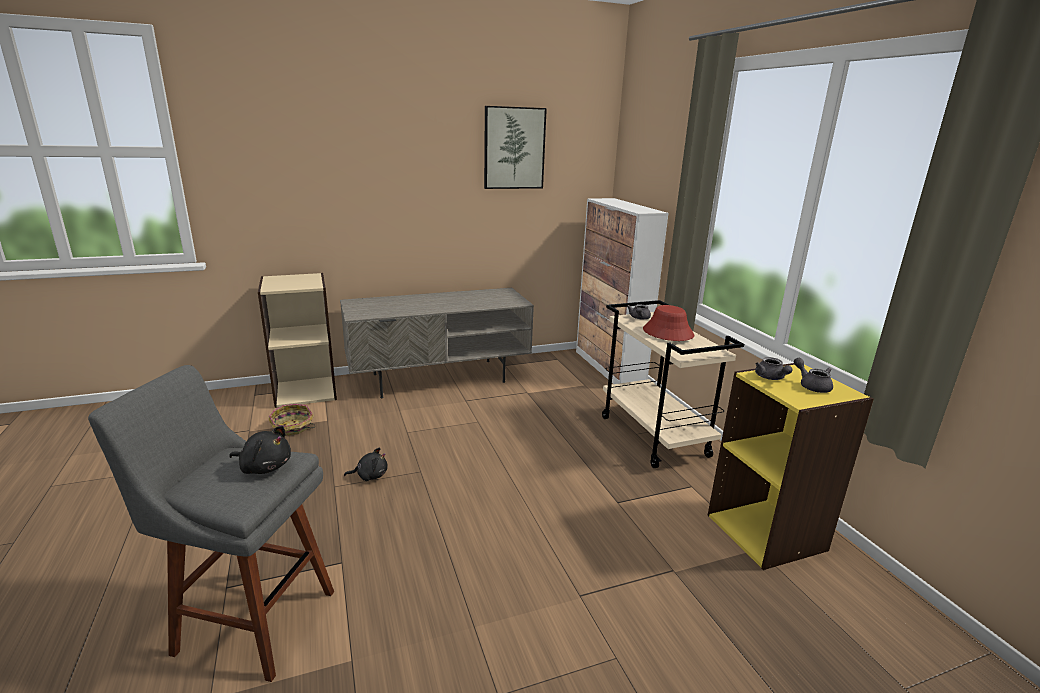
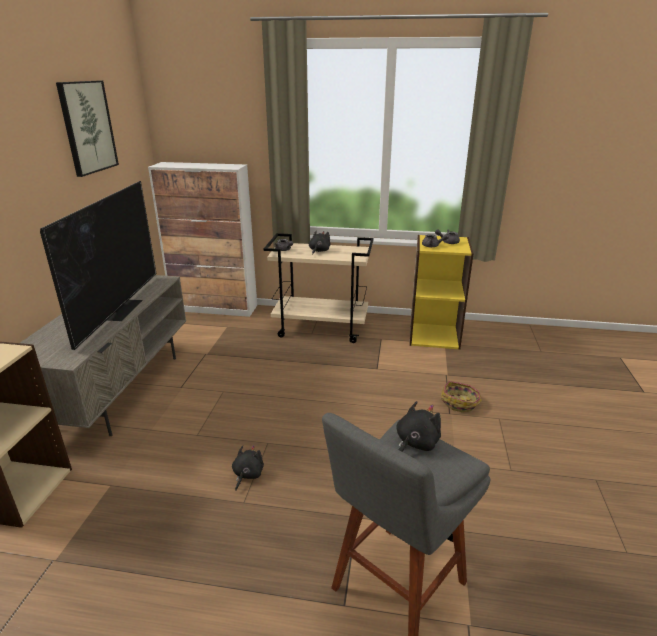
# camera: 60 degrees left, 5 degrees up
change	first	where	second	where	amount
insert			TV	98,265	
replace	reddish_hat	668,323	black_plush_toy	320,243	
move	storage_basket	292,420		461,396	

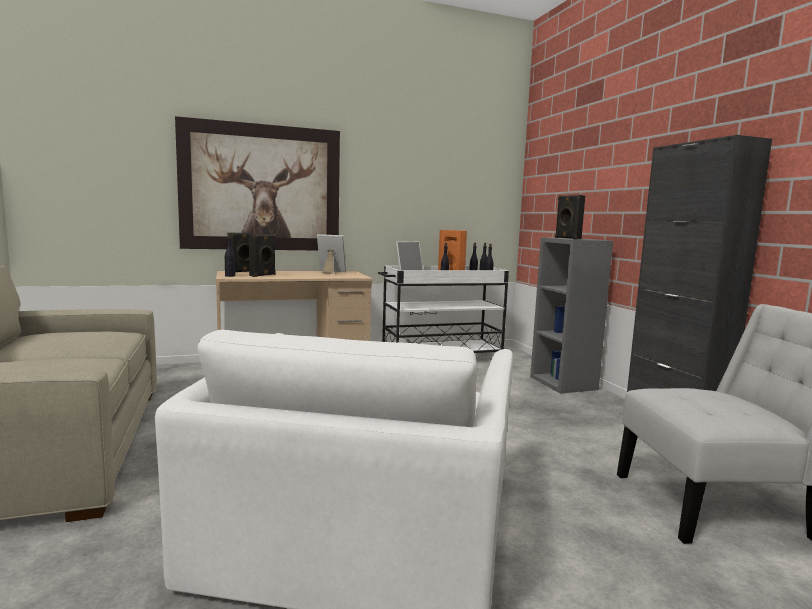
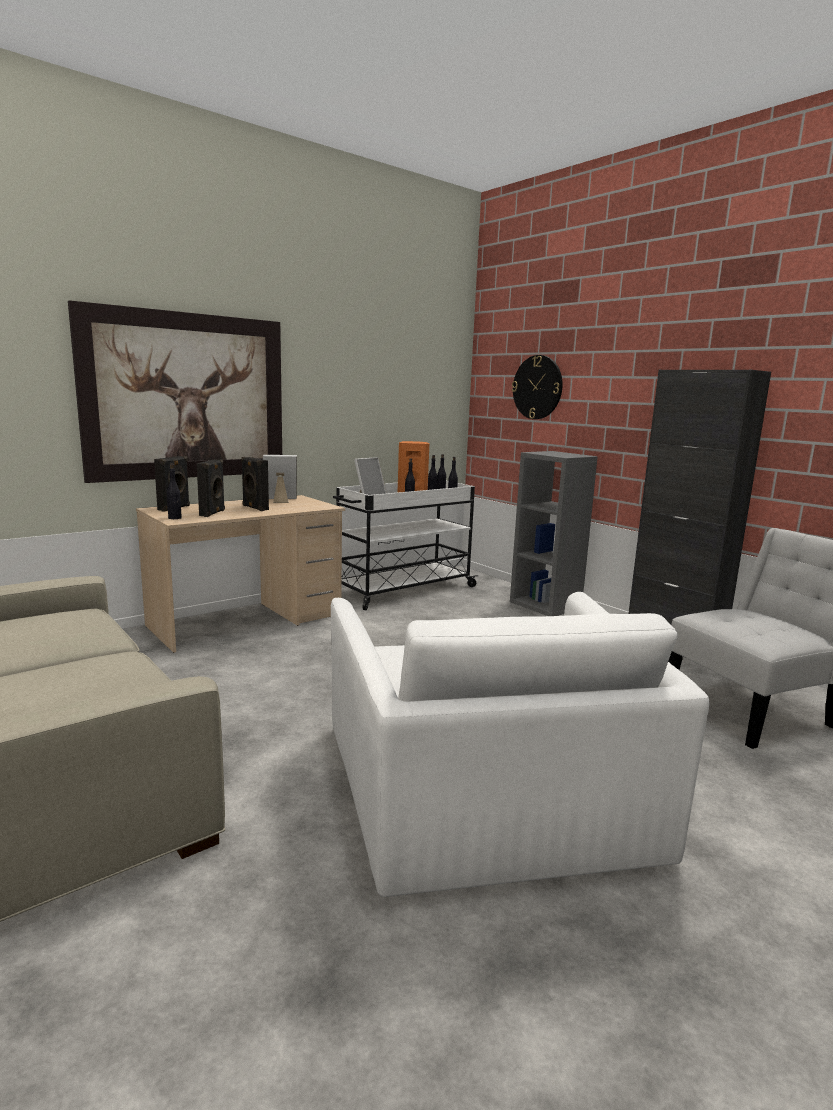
# camera: 20 degrees left, 5 degrees up
change	first	where	second	where	amount
move	black_speaker	570,217		255,484	
insert			hanging_clock	537,387	

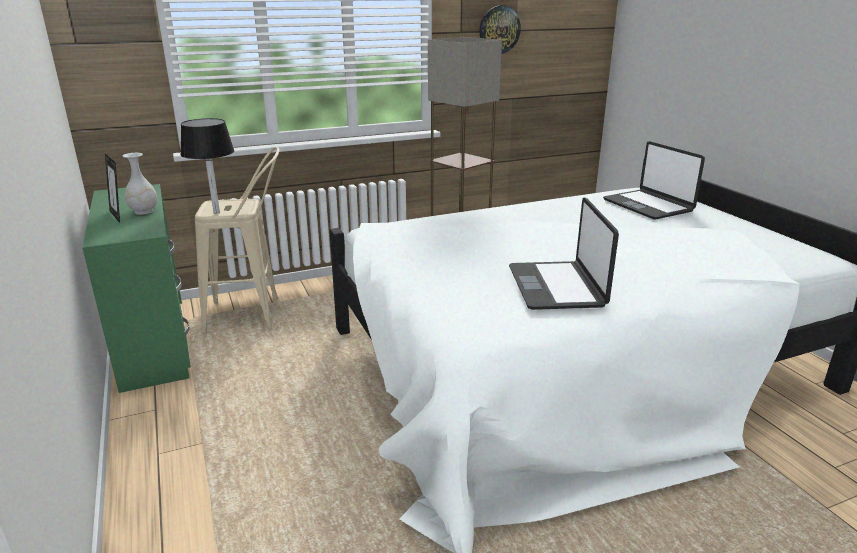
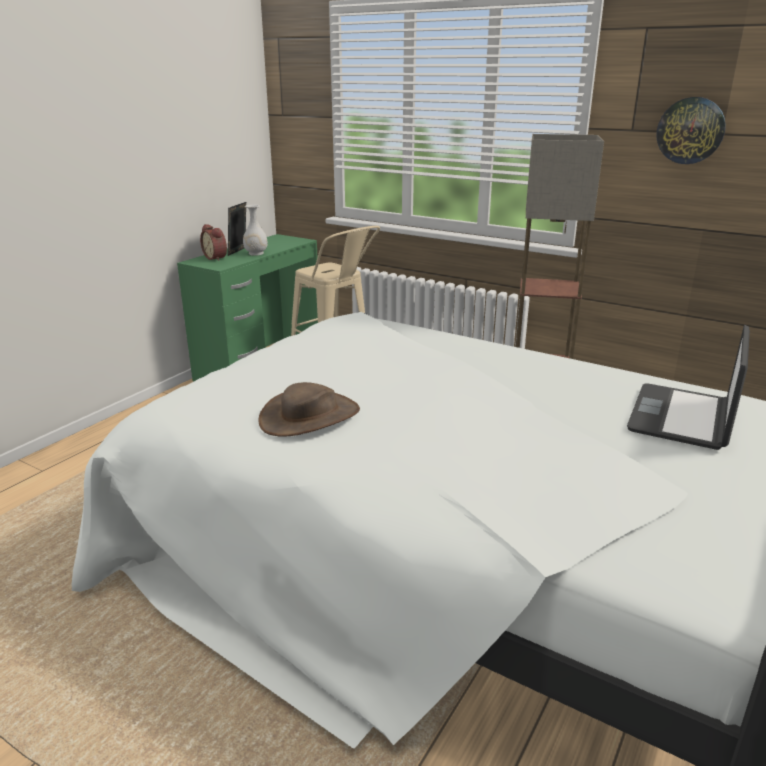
# camera: 55 degrees right, 0 degrees up
change	first	where	second	where	amount
insert			table_clock	213,242	
replace	notebook_computer	564,253	brownish_hat	309,409	
delete	black_lamp_for_a_table	207,166			

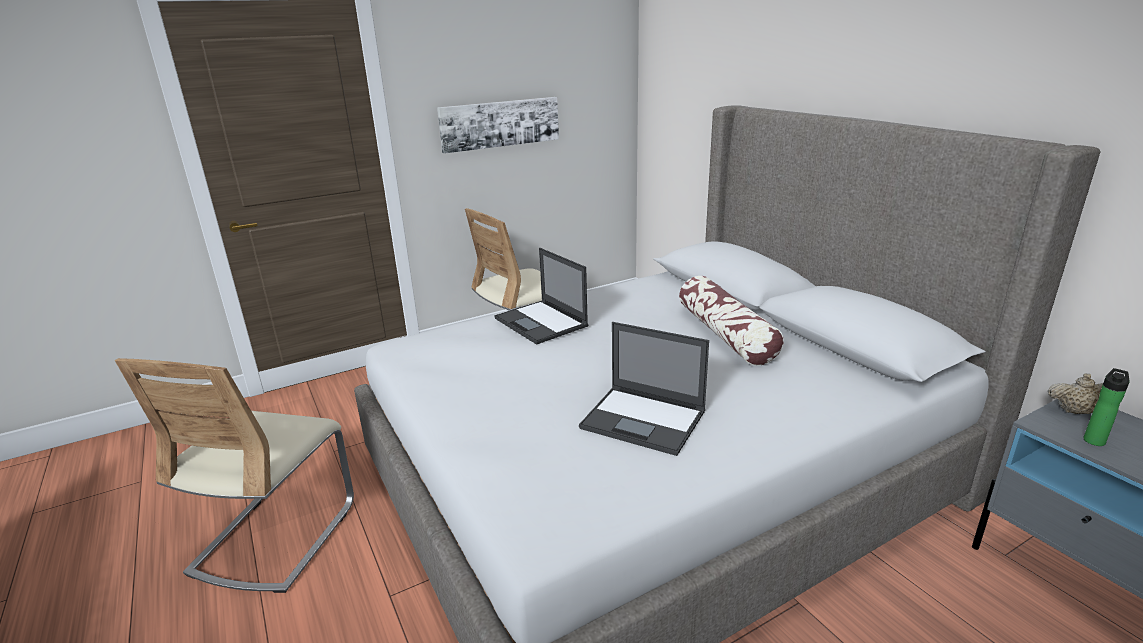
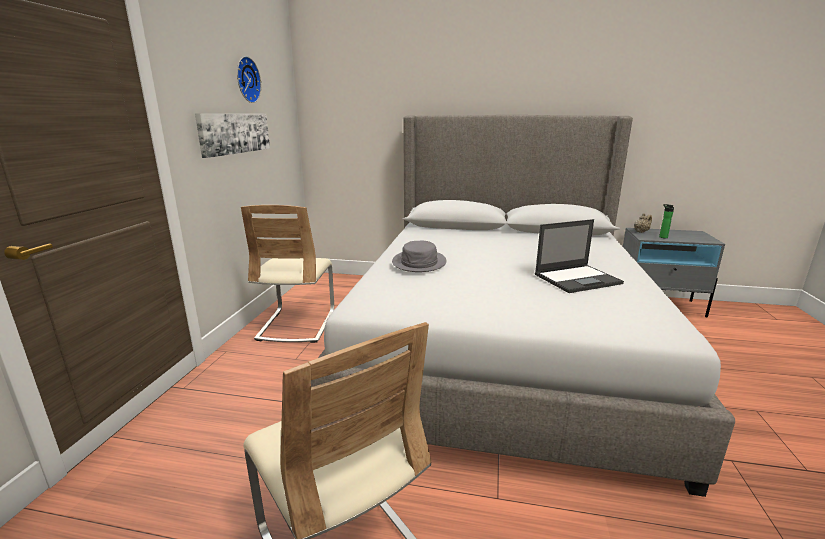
# camera: 50 degrees left, 5 degrees down
change	first	where	second	where	amount
insert			hanging_clock	249,79	
replace	notebook_computer	541,296	greyish_hat	419,256	
delete	pillow	731,321			

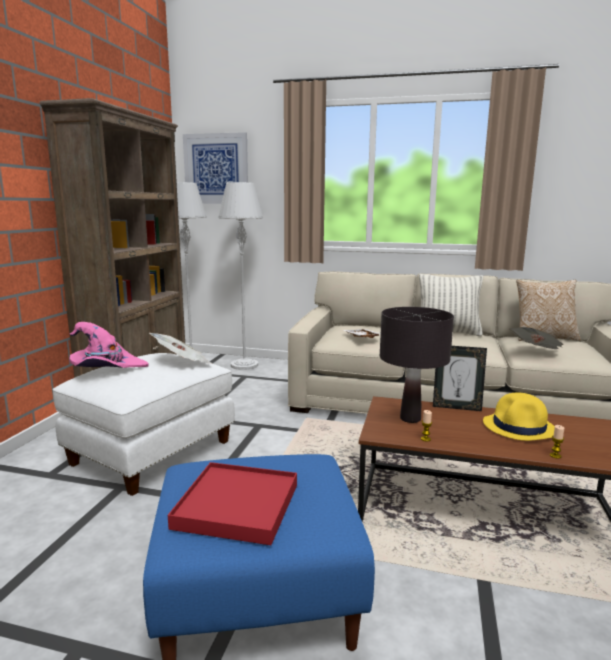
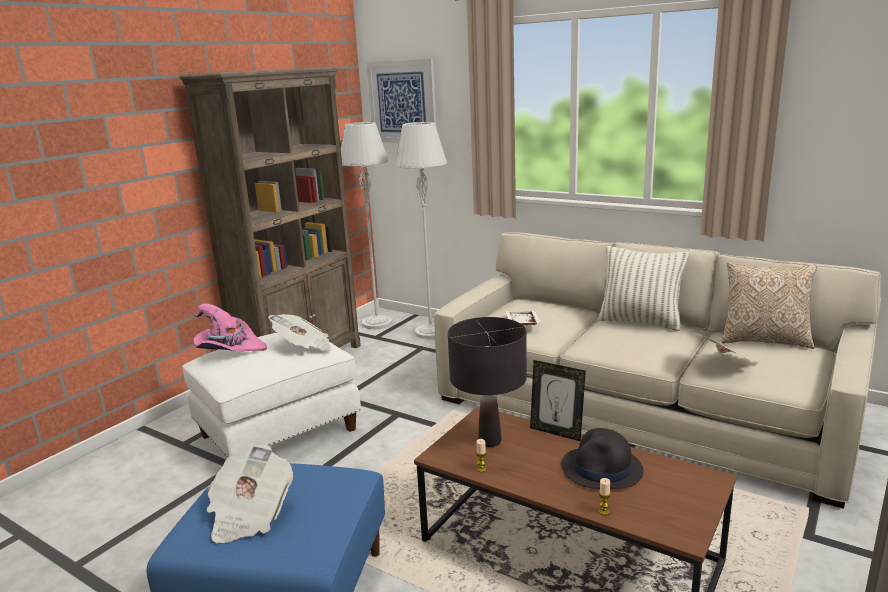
# camera: 20 degrees right, 5 degrees up
change	first	where	second	where	amount
replace	reddish_tray	232,503	printed_paper	250,494	
recolor	yellowish_hat	519,417	black_hat	602,458	

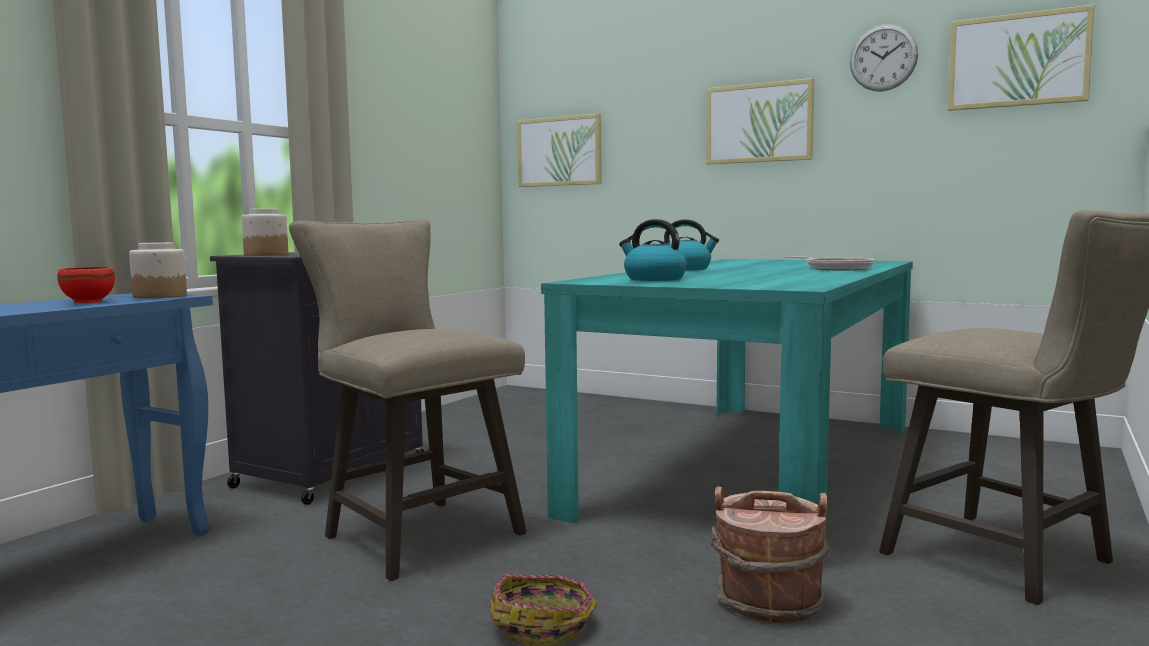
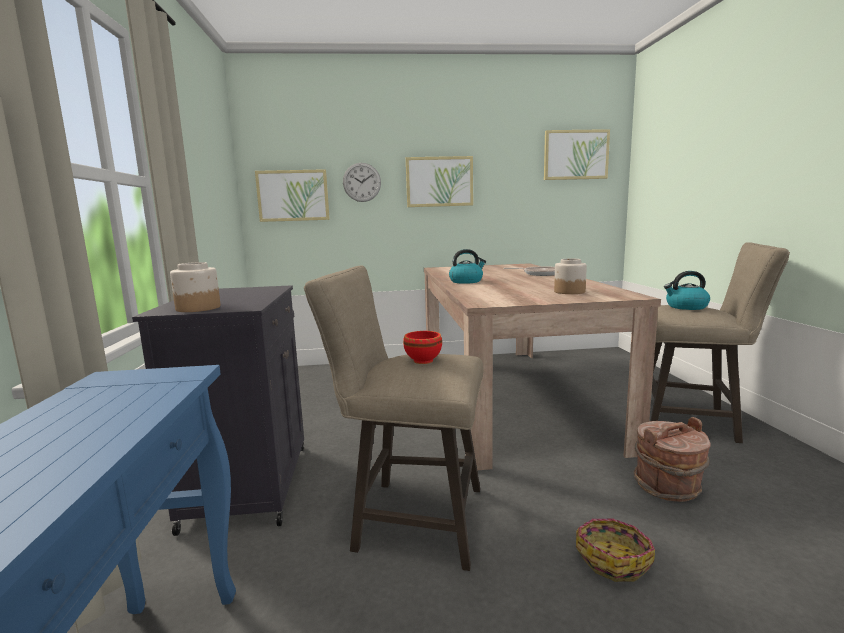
# camera: 35 degrees left, 5 degrees up
change	first	where	second	where	amount
move	hanging_clock	884,58		362,182	
move	reddish_serving_bowl	86,285		422,347	
recolor	blue-green_dinner_table	727,399	beige_dinner_table	542,366	
move	storage_jar	158,270		570,276	
move	kettle	653,250		687,290	

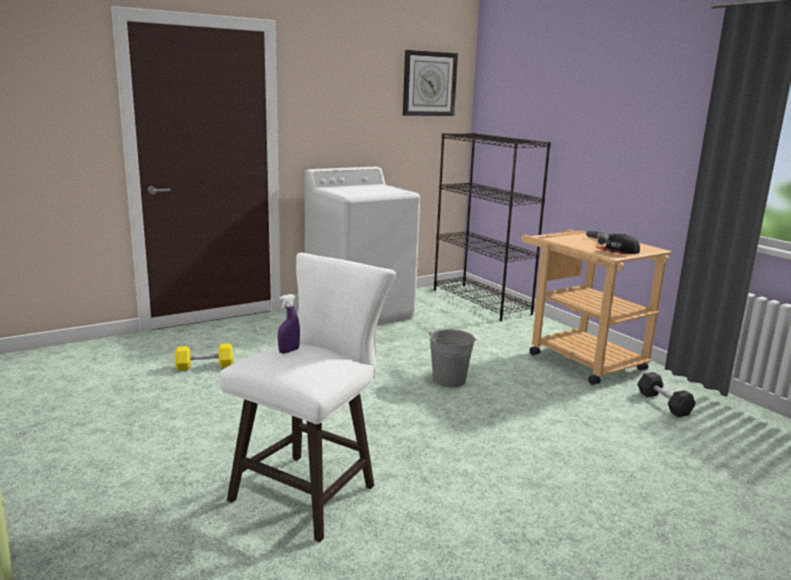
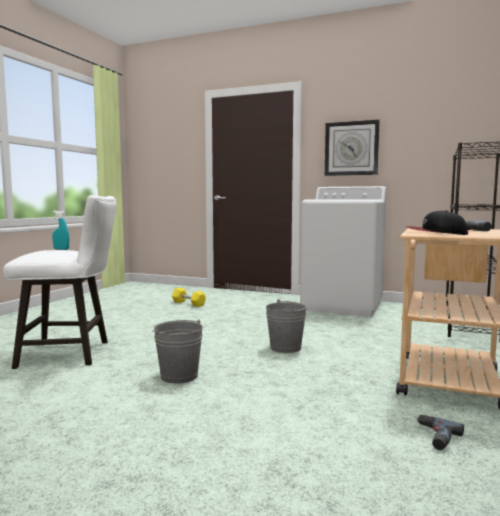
# camera: 55 degrees right, 10 degrees down
change	first	where	second	where	amount
recolor	purple-coloured_hand_sprayer	289,324	blue-green_hand_sprayer	60,230	
insert			greyish_water_bucket	177,351	
move	hanging_clock	430,83		352,148	
replace	greyish_free_weight	666,394	power_drill	440,432	

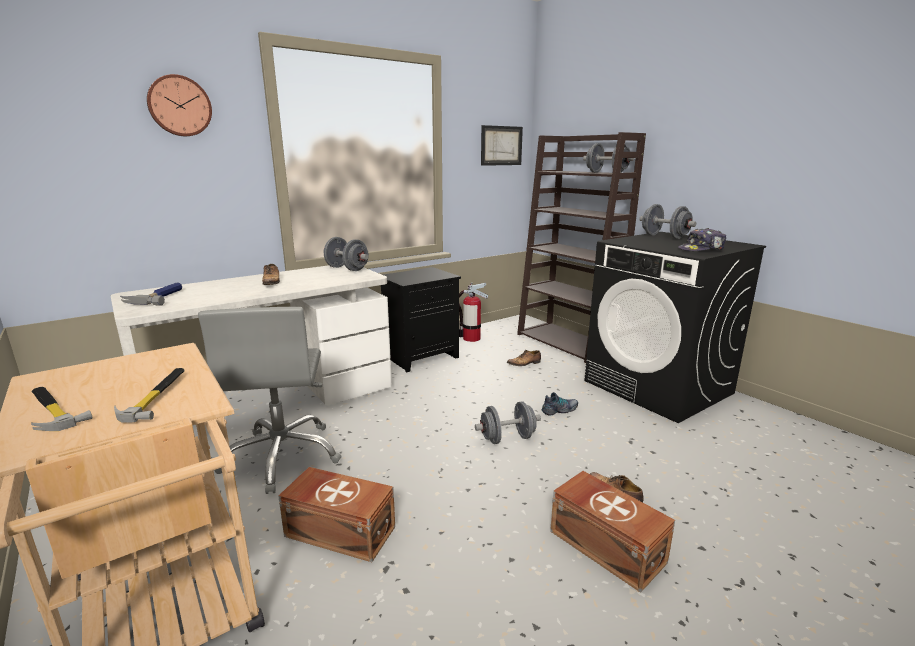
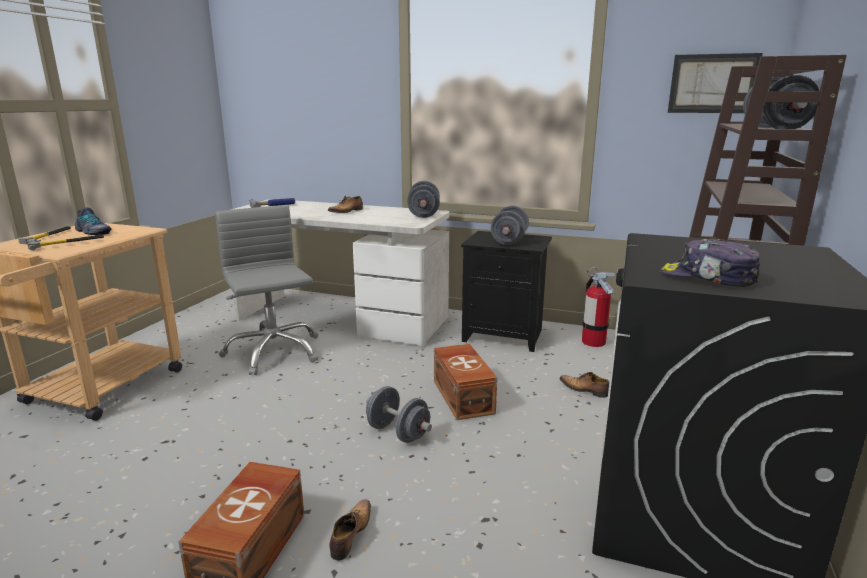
# camera: 55 degrees right, 0 degrees up
change	first	where	second	where	amount
move	shoe	560,404		93,221	
rotate	greyish_desk_chair	269,400		266,290	105 degrees clockwise
move	brownish_storage_bin	336,514		465,382	
move	greyish_free_weight	668,221		510,225	
delete	hanging_clock	179,105			

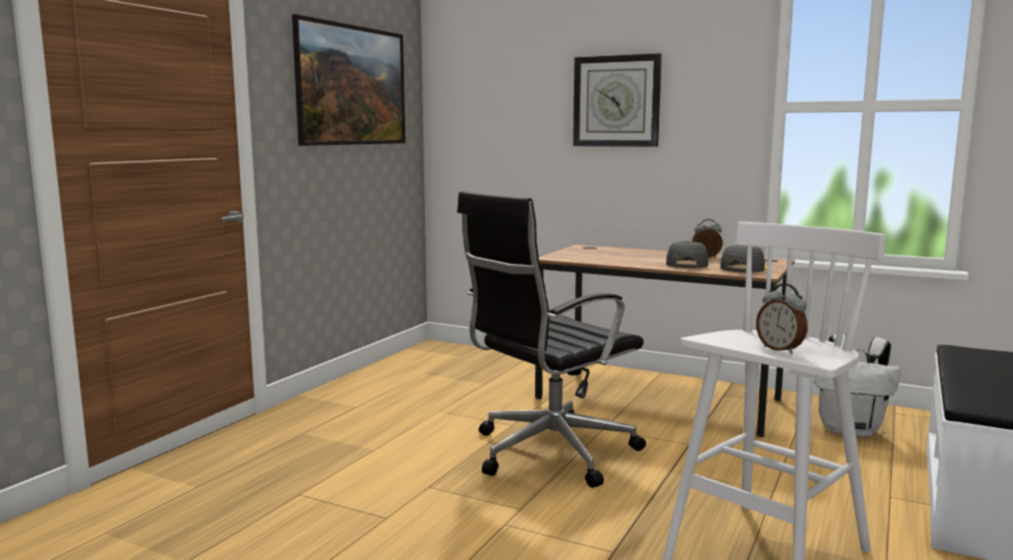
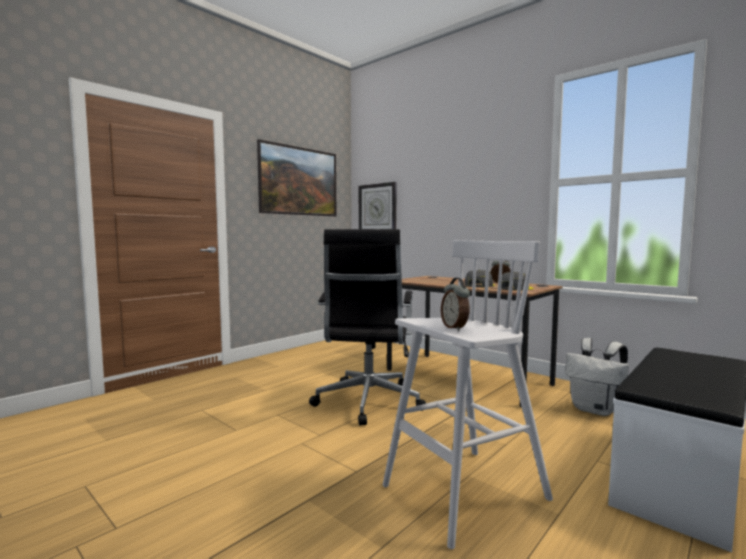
# camera: 15 degrees right, 5 degrees down
change	first	where	second	where	amount
rotate	black_desk_chair	551,339		367,327	60 degrees counterclockwise
move	hanging_clock	617,100		378,205	

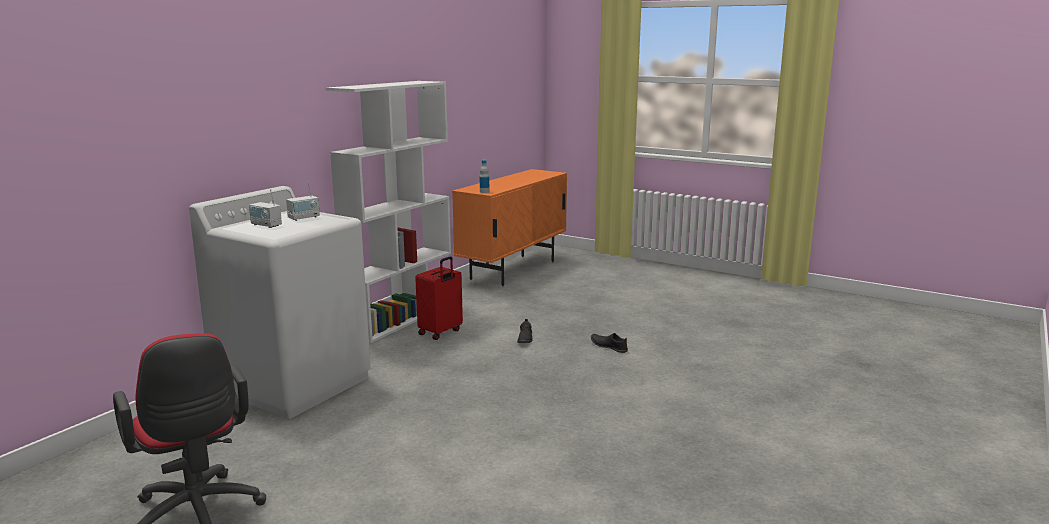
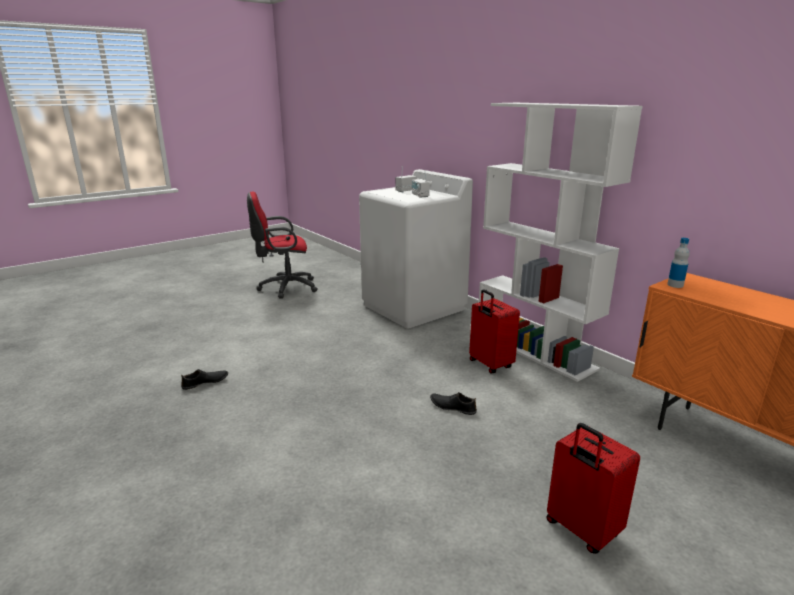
# camera: 110 degrees right, 5 degrees up
change	first	where	second	where	amount
move	black_shoe	609,343		204,379	
insert			reddish_travel_case	593,488	

